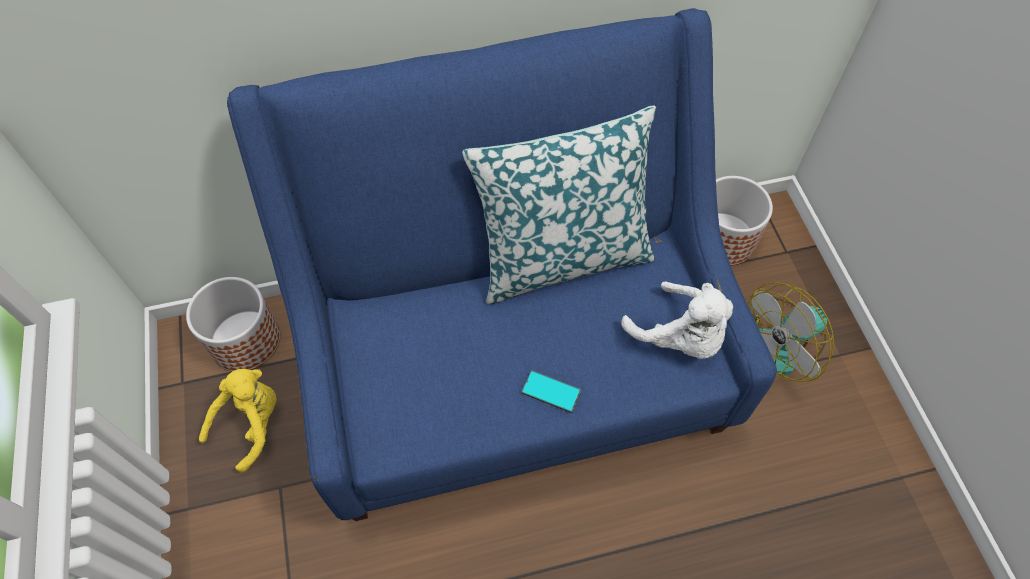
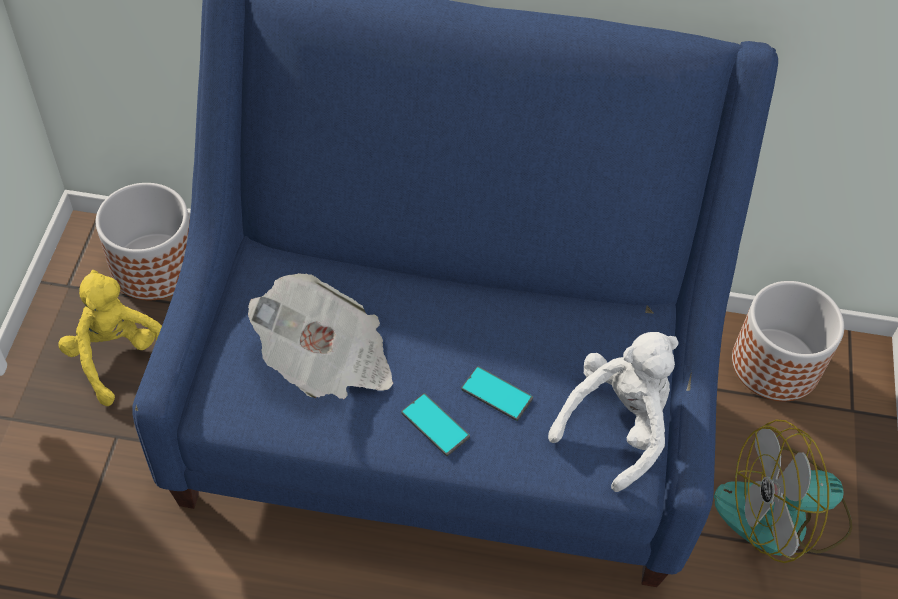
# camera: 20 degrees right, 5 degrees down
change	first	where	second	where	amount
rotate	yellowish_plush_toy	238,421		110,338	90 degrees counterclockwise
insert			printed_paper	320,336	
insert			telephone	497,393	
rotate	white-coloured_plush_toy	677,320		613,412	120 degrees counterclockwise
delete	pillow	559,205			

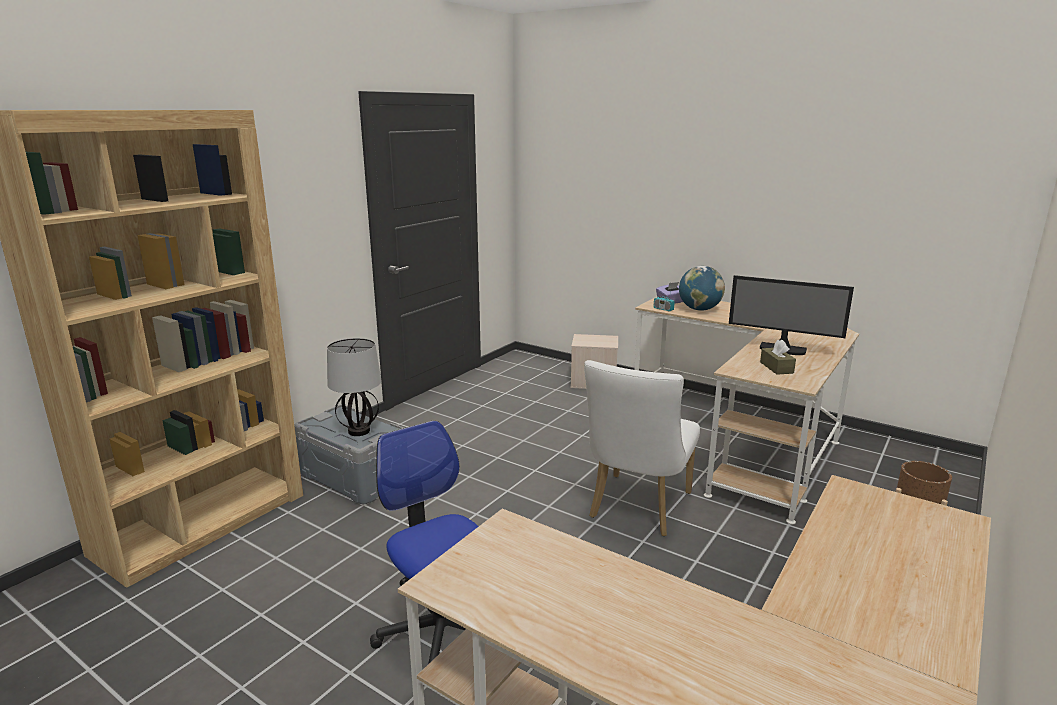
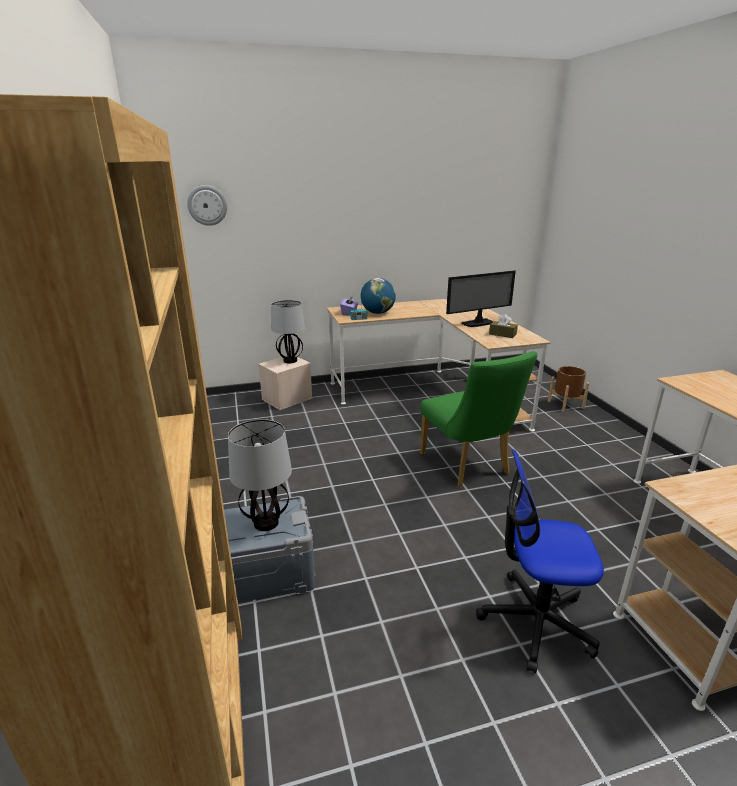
# camera: 50 degrees left, 5 degrees up
change	first	where	second	where	amount
insert			hanging_clock	207,205	
insert			lamp_for_a_table	288,332	
recolor	white-coloured_upright_chair	642,448	green-coloured_upright_chair	478,419	

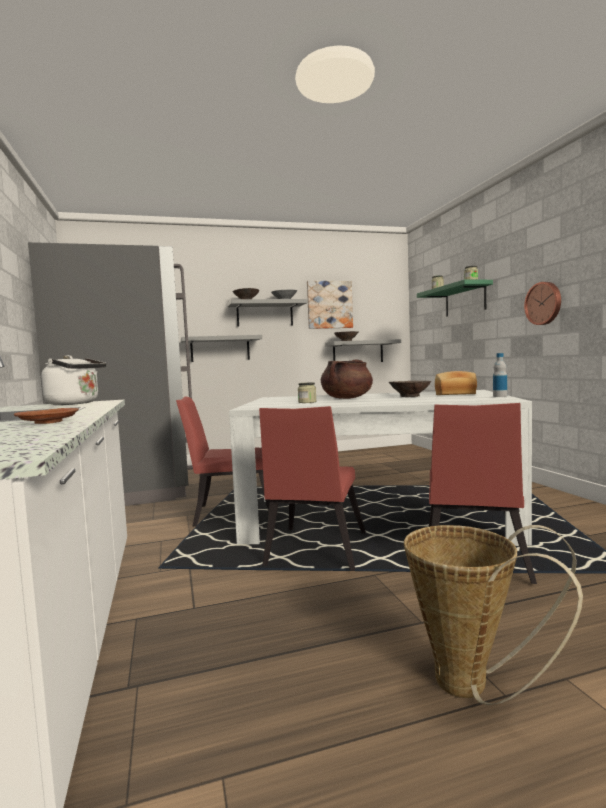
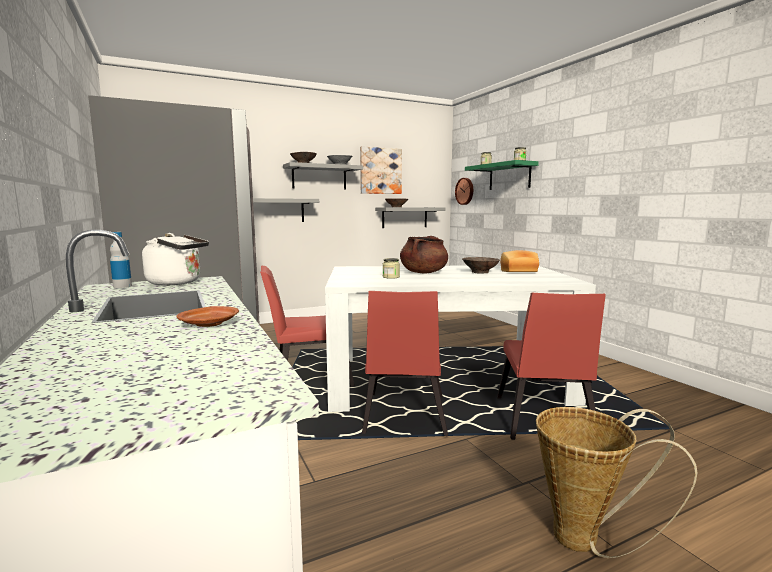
# camera: 10 degrees left, 5 degrees up
change	first	where	second	where	amount
move	beverage_bottle	500,375		121,260	
move	hanging_clock	542,303		464,191	

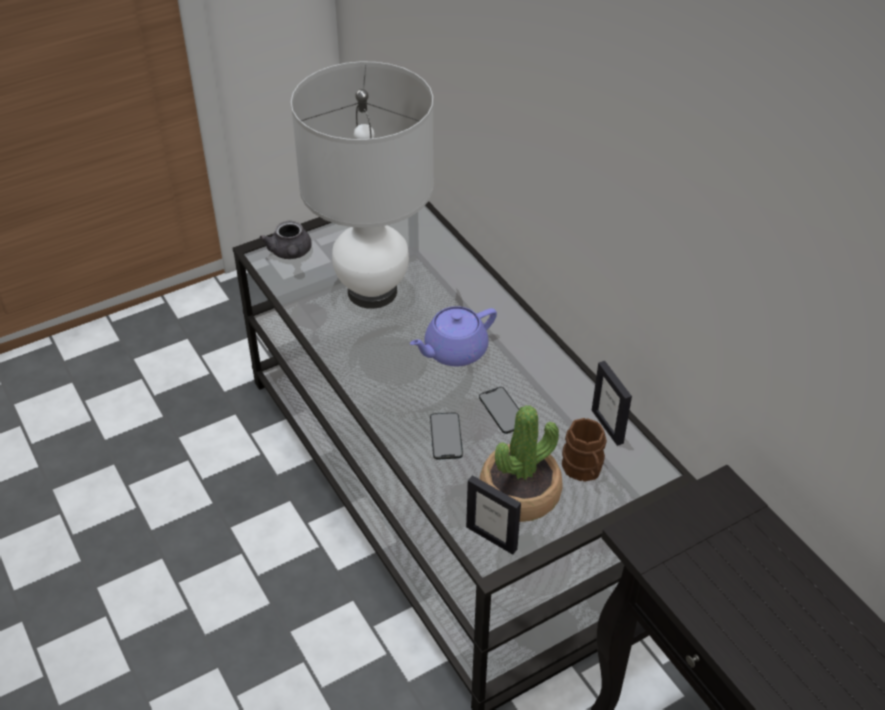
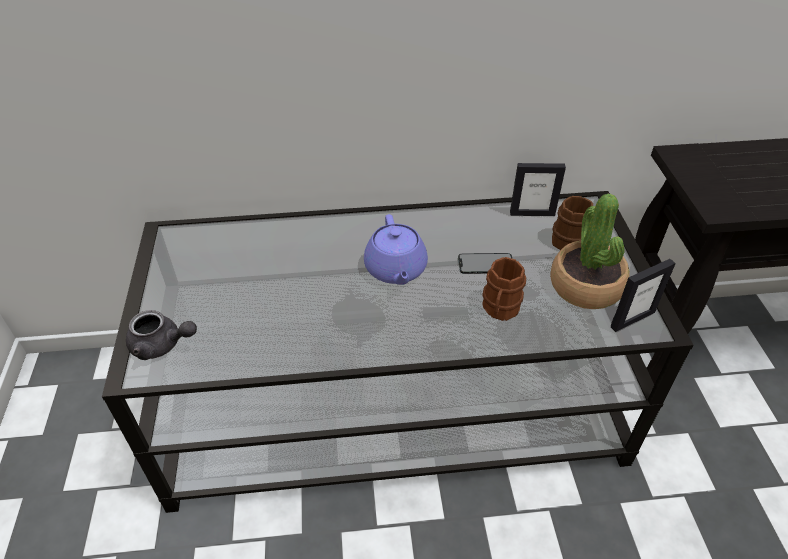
# camera: 65 degrees left, 0 degrees up
change	first	where	second	where	amount
replace	telephone	446,436	brownish_mug	504,289	
delete	white-coloured_lamp_for_a_table	362,185			

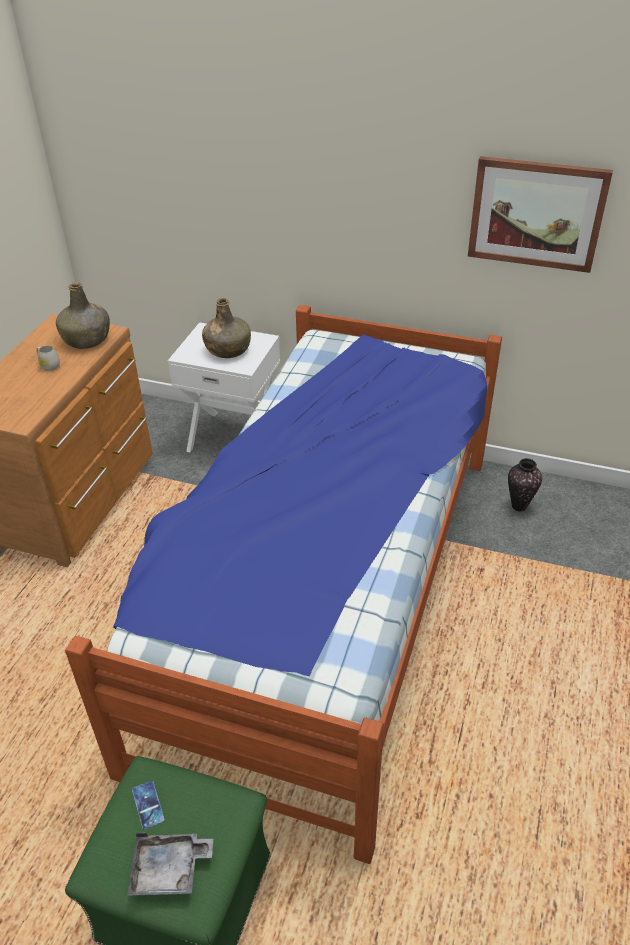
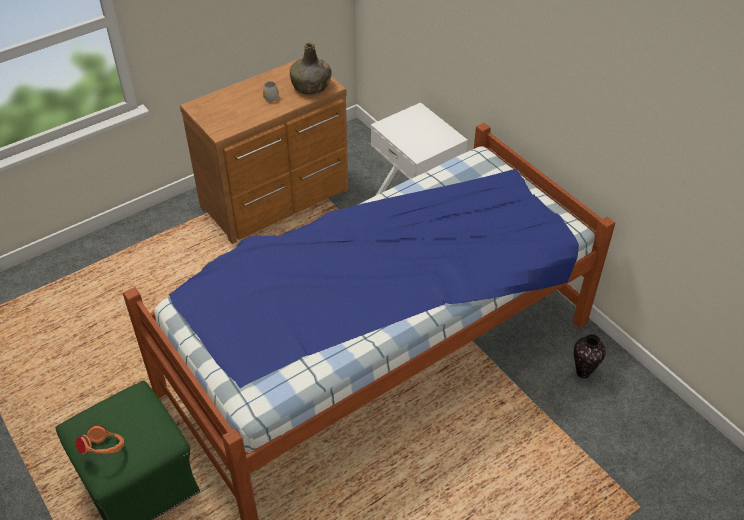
# camera: 35 degrees right, 5 degrees up
change	first	where	second	where	amount
replace	greyish_tray	170,864	orangey_headphones	100,439	
delete	telephone	148,805			
delete	green-coloured_beverage_bottle	226,328			
delete	wall_picture	540,214			

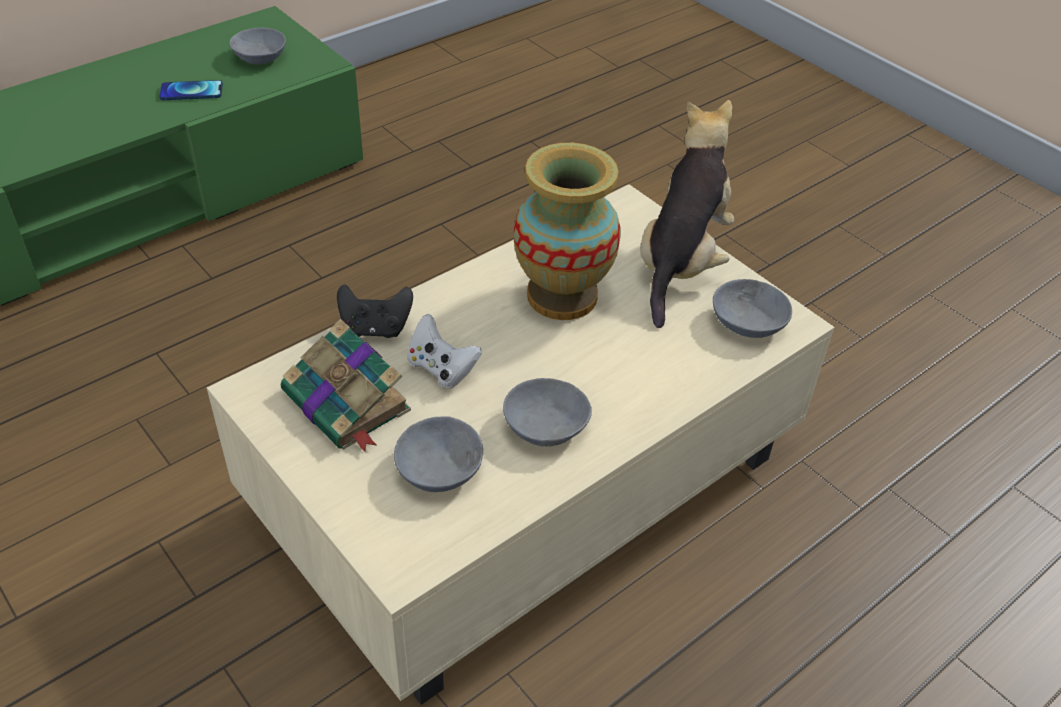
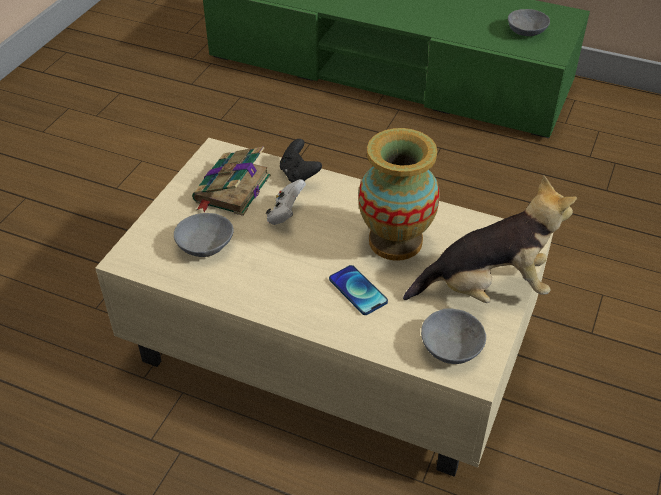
# camera: 65 degrees right, 0 degrees up
change	first	where	second	where	amount
move	telephone	191,90		358,290	
delete	greyish_serving_bowl	547,412			

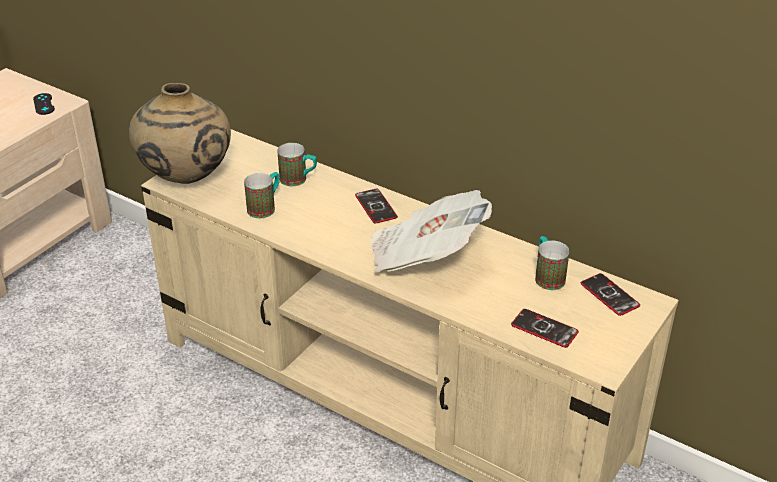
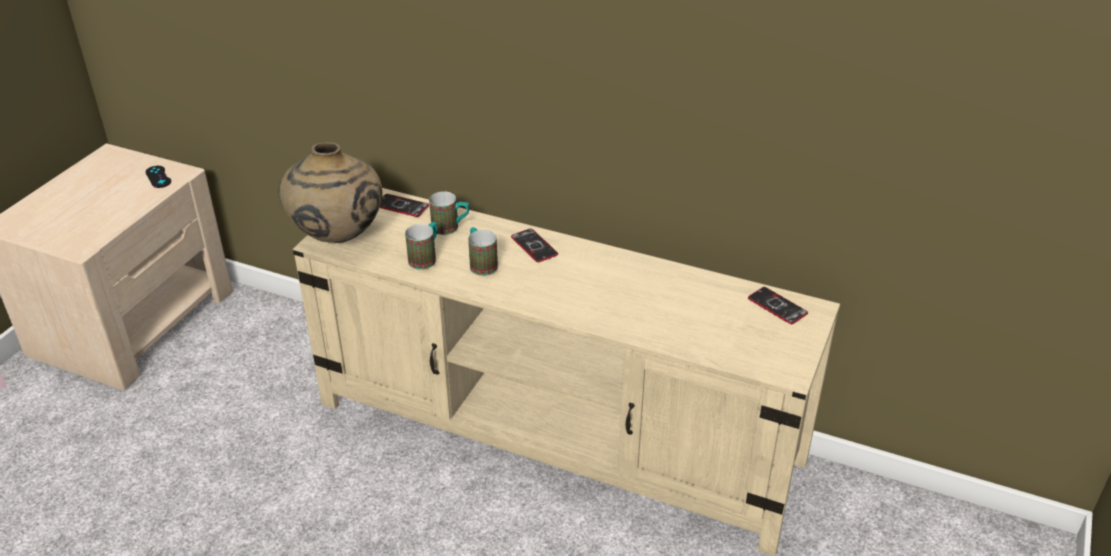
# camera: 10 degrees left, 0 degrees up
change	first	where	second	where	amount
move	telephone	545,328		404,205	
move	mug	552,263		483,251	
delete	printed_paper	431,231			

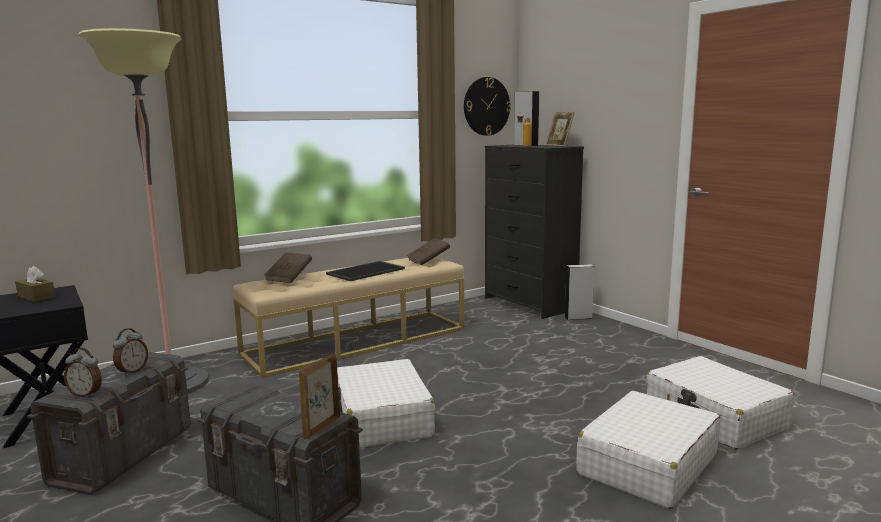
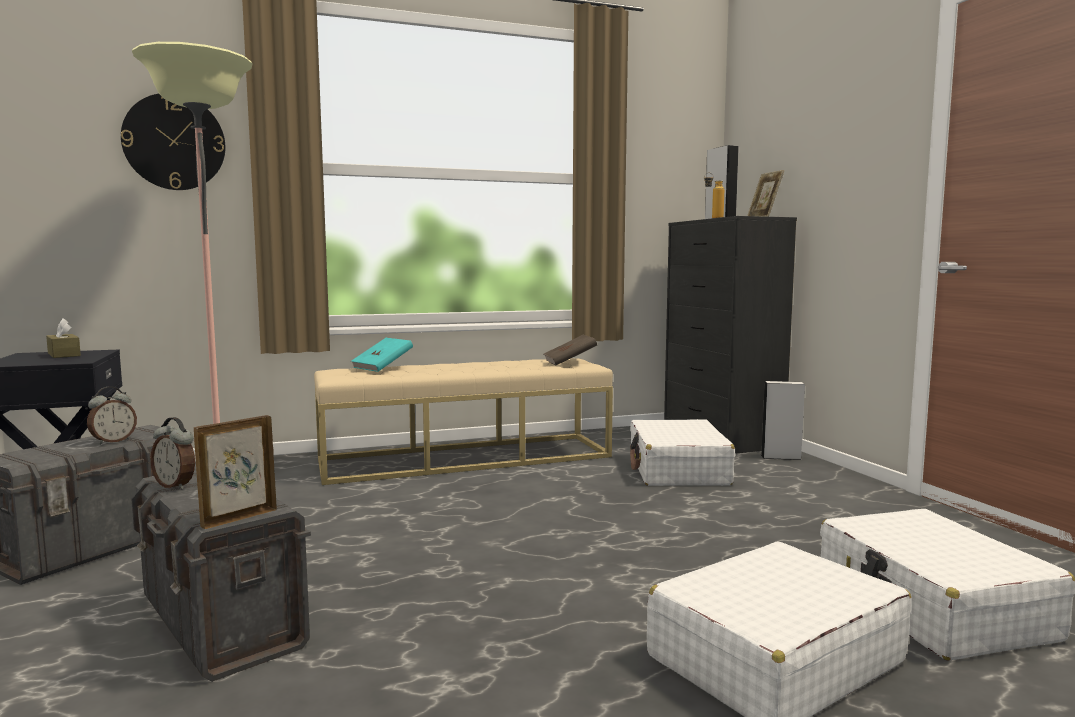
# camera: 15 degrees right, 5 degrees down
change	first	where	second	where	amount
move	hanging_clock	487,106		173,142	
move	table_clock	83,372		172,453	
recolor	brownish_volume	288,267	blue-green_volume	382,355	
move	white-coloured_travel_case	386,403		682,452	
delete	tray	365,271			

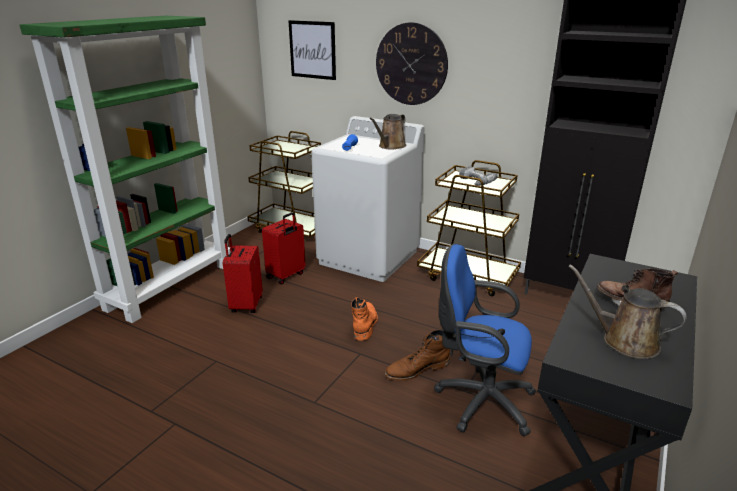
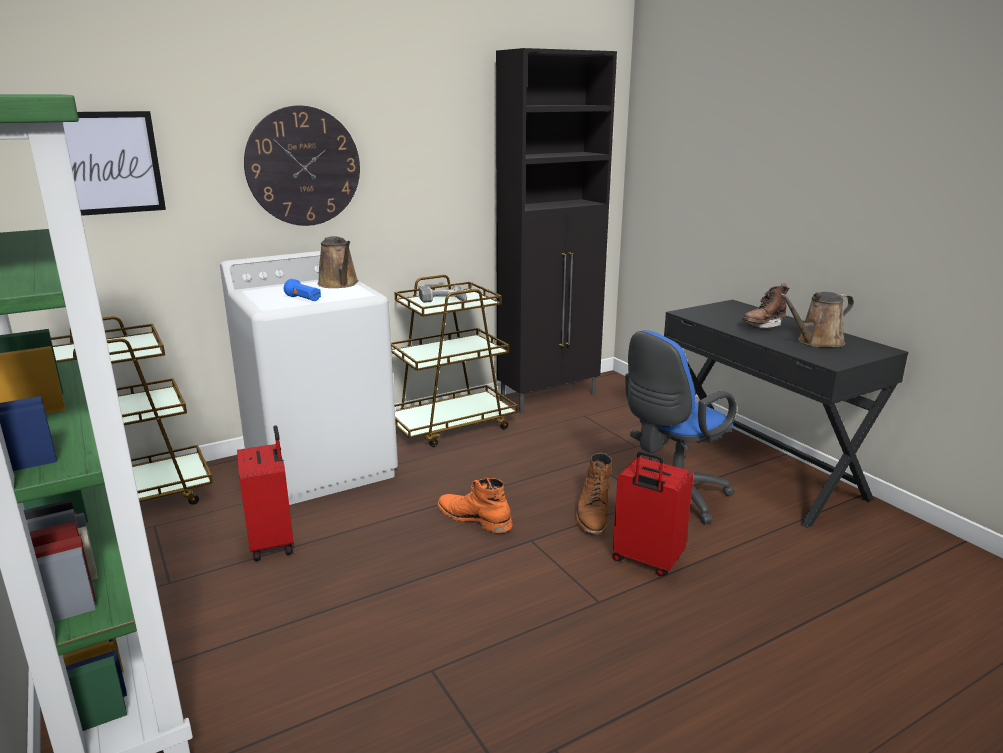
# camera: 60 degrees left, 5 degrees down
change	first	where	second	where	amount
move	reddish_travel_case	243,273		652,513	

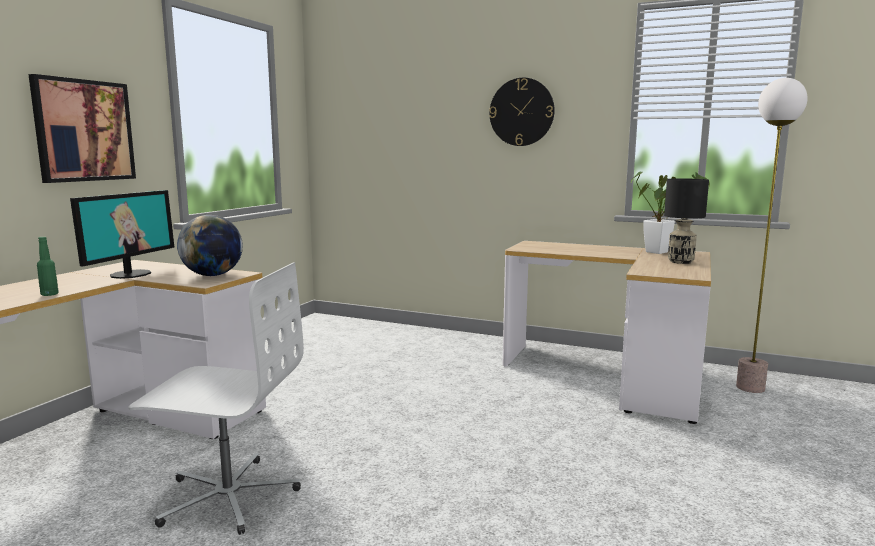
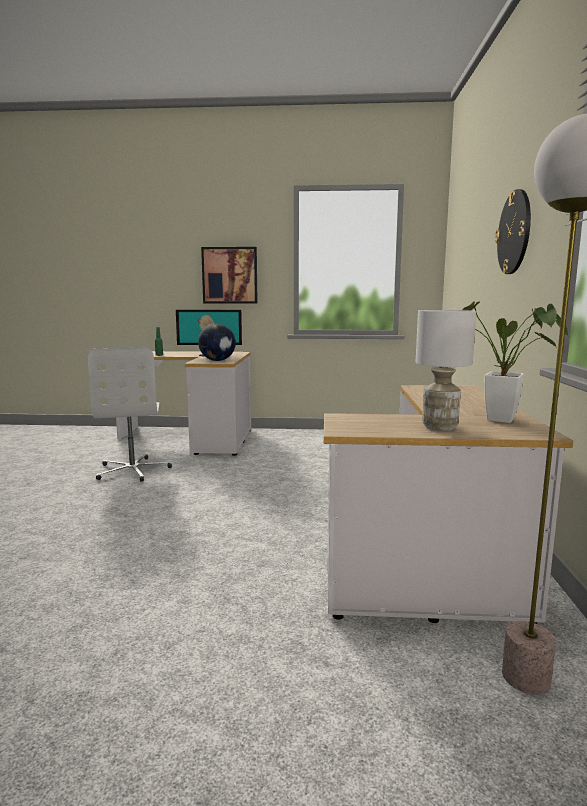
# camera: 70 degrees right, 0 degrees up
change	first	where	second	where	amount
recolor	black_lamp_for_a_table	686,221	white-coloured_lamp_for_a_table	446,370	

